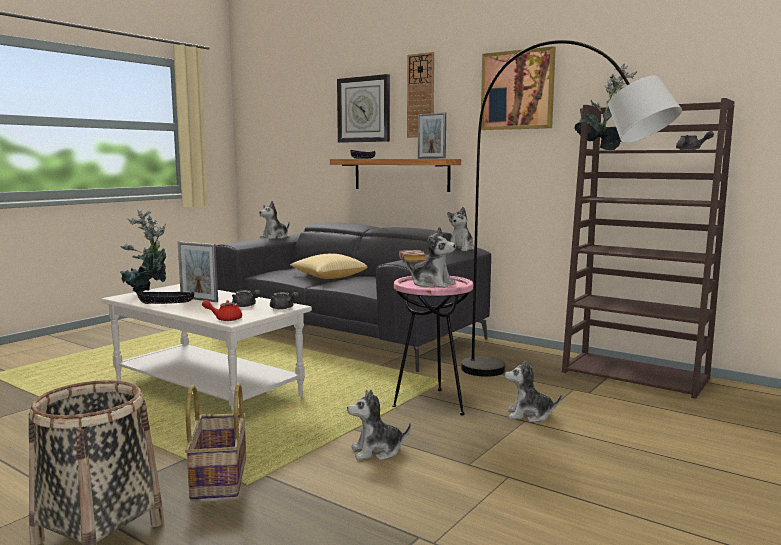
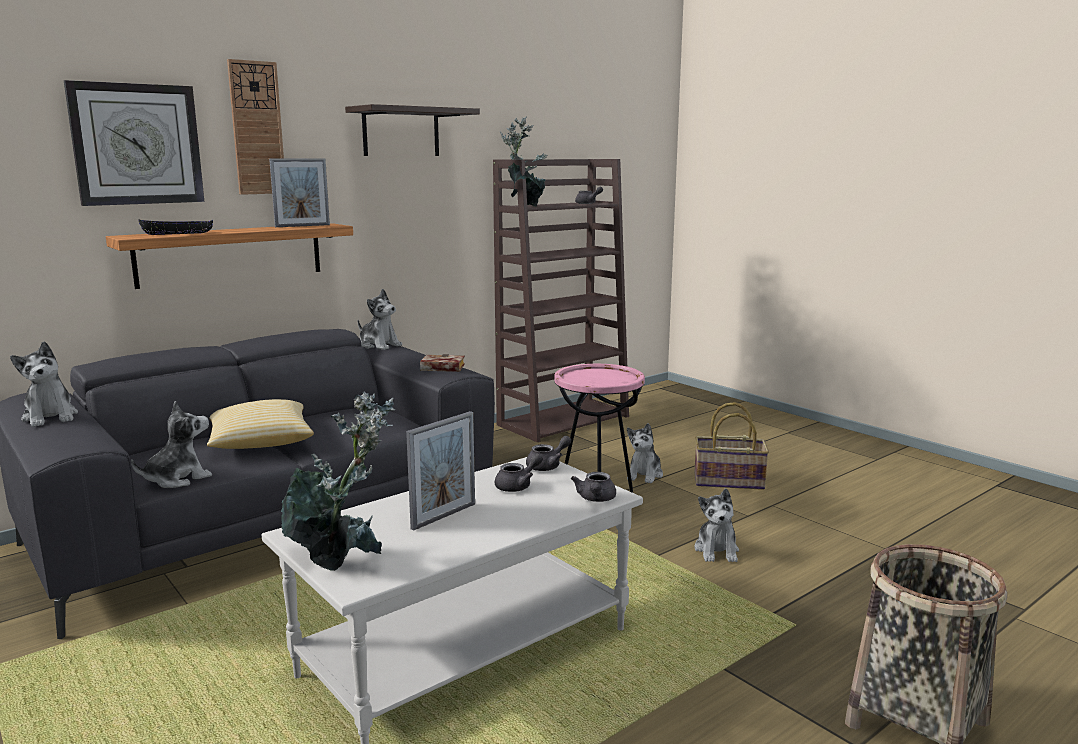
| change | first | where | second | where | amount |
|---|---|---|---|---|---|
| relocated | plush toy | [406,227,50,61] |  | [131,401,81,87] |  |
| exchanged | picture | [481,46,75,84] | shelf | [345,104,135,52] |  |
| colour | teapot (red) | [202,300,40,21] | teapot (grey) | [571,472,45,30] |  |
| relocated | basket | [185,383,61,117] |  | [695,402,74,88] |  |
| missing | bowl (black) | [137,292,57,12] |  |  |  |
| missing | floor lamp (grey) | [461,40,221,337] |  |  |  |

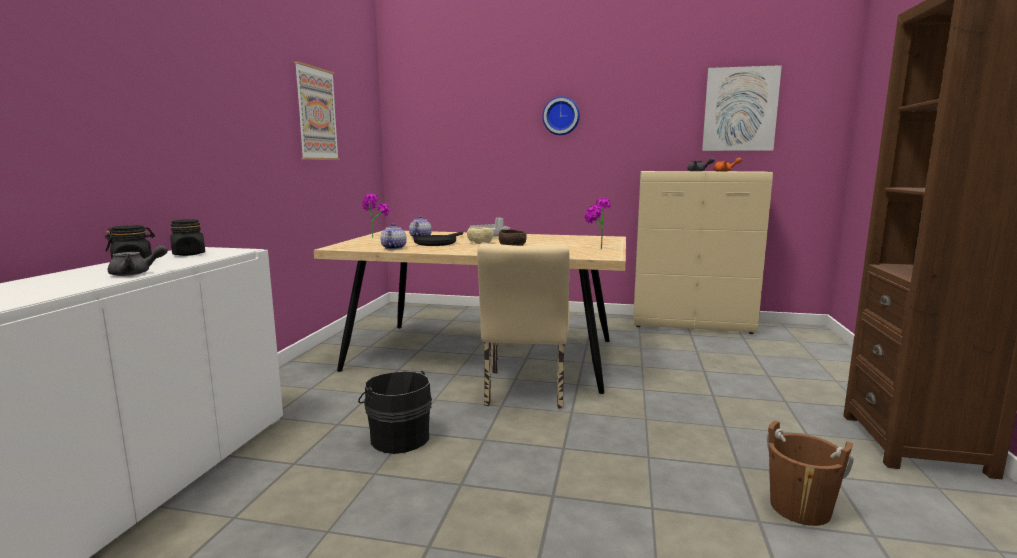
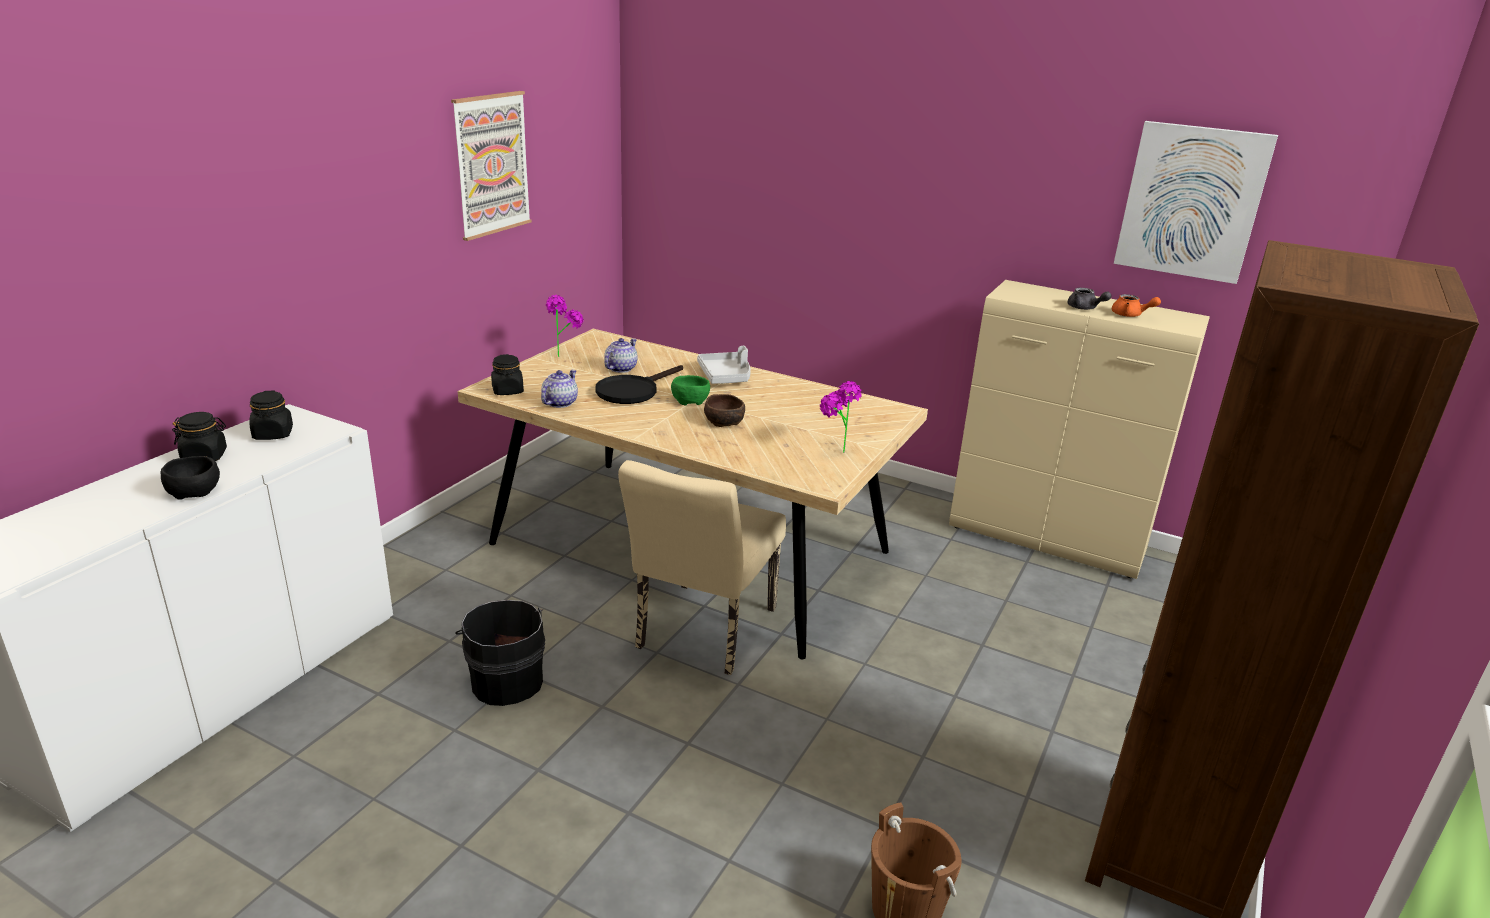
| change | first | where | second | where | amount |
|---|---|---|---|---|---|
| exchanged | teapot (grey) | [108,245,60,31] | bowl (black) | [160,456,60,43] |  |
| appeared |  |  | jar (black) | [491,354,33,41] |  |
| colour | bowl (beige) | [467,228,27,16] | bowl (green) | [671,375,39,31] |  |
| missing | wall clock | [542,97,38,38] |  |  |  |

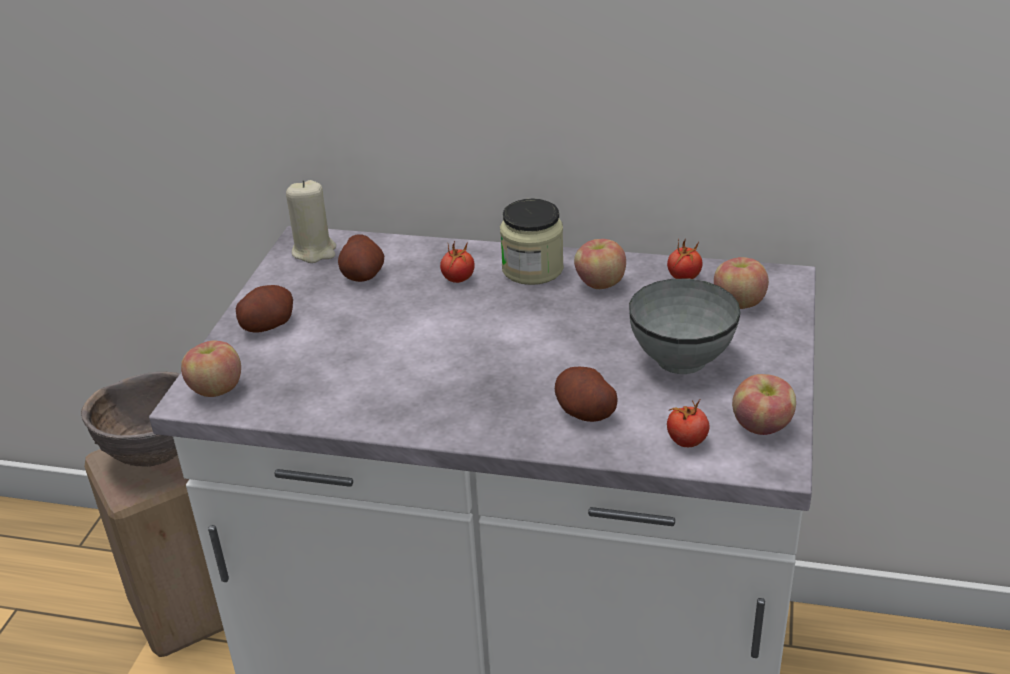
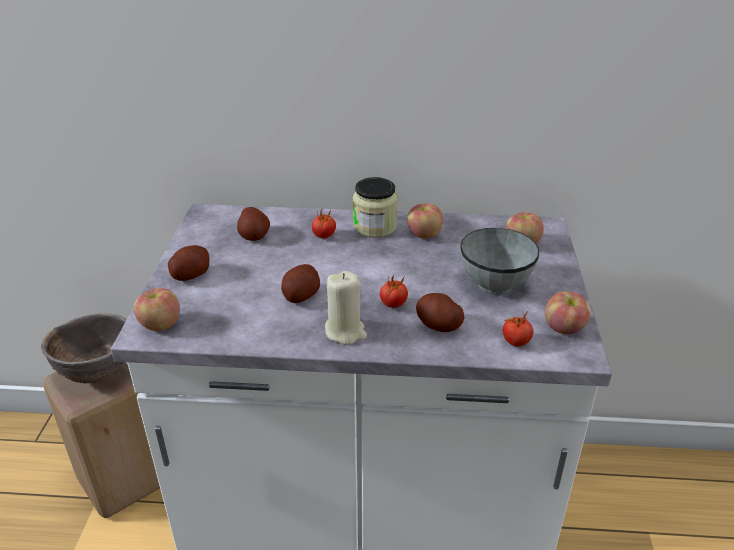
| change | first | where | second | where | amount |
|---|---|---|---|---|---|
| appeared |  |  | potato | [281,264,39,39] |  |
| relocated | candle (beige) | [286,180,50,83] |  | [325,271,42,74] |  |
| relocated | tomato | [667,239,36,40] |  | [380,274,28,34] |  |

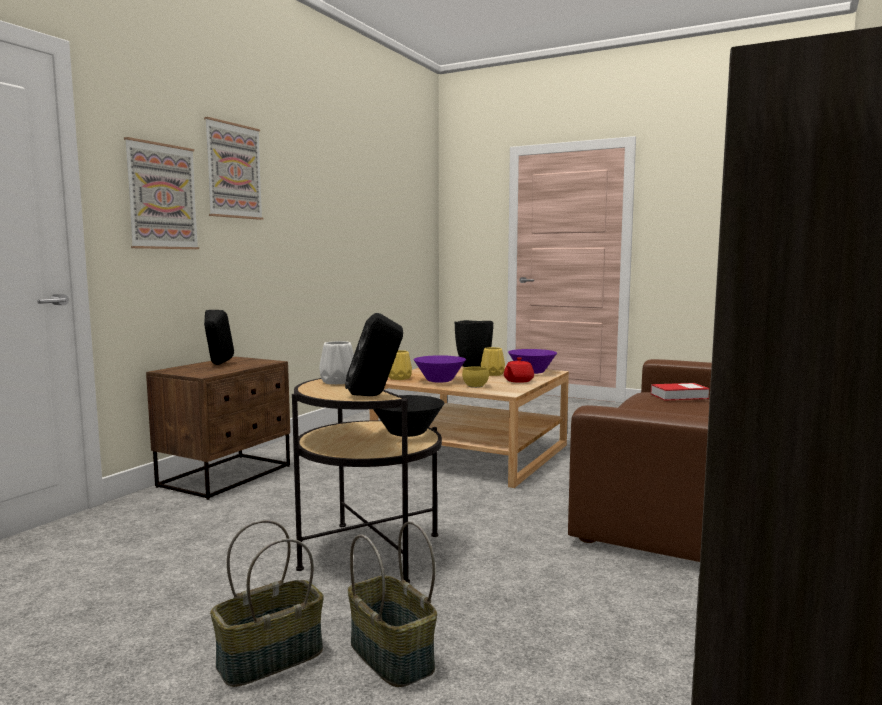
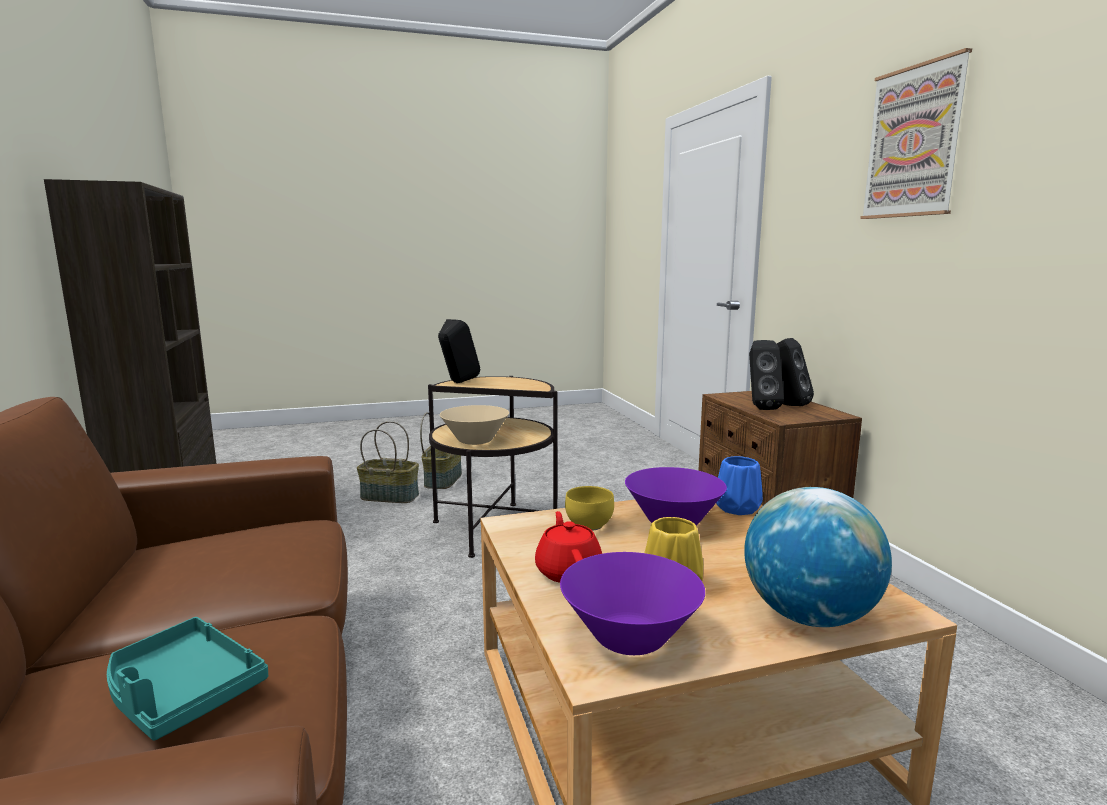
| change | first | where | second | where | amount |
|---|---|---|---|---|---|
| exchanged | book | [651,383,59,18] | tray (turquoise) | [107,617,161,123] |  |
| colour | bowl (black) | [373,395,71,42] | bowl (beige) | [440,405,69,40] |  |
| colour | vase (yellow) | [388,350,24,30] | vase (blue) | [716,456,47,59] |  |
| exchanged | vase (black) | [455,320,38,47] | globe | [744,487,148,140] |  |
| appeared |  |  | speaker (black) | [749,340,35,70] |  |
| missing | picture | [124,137,75,112] |  |  |  |
| missing | vase (white) | [319,341,35,43] |  |  |  |

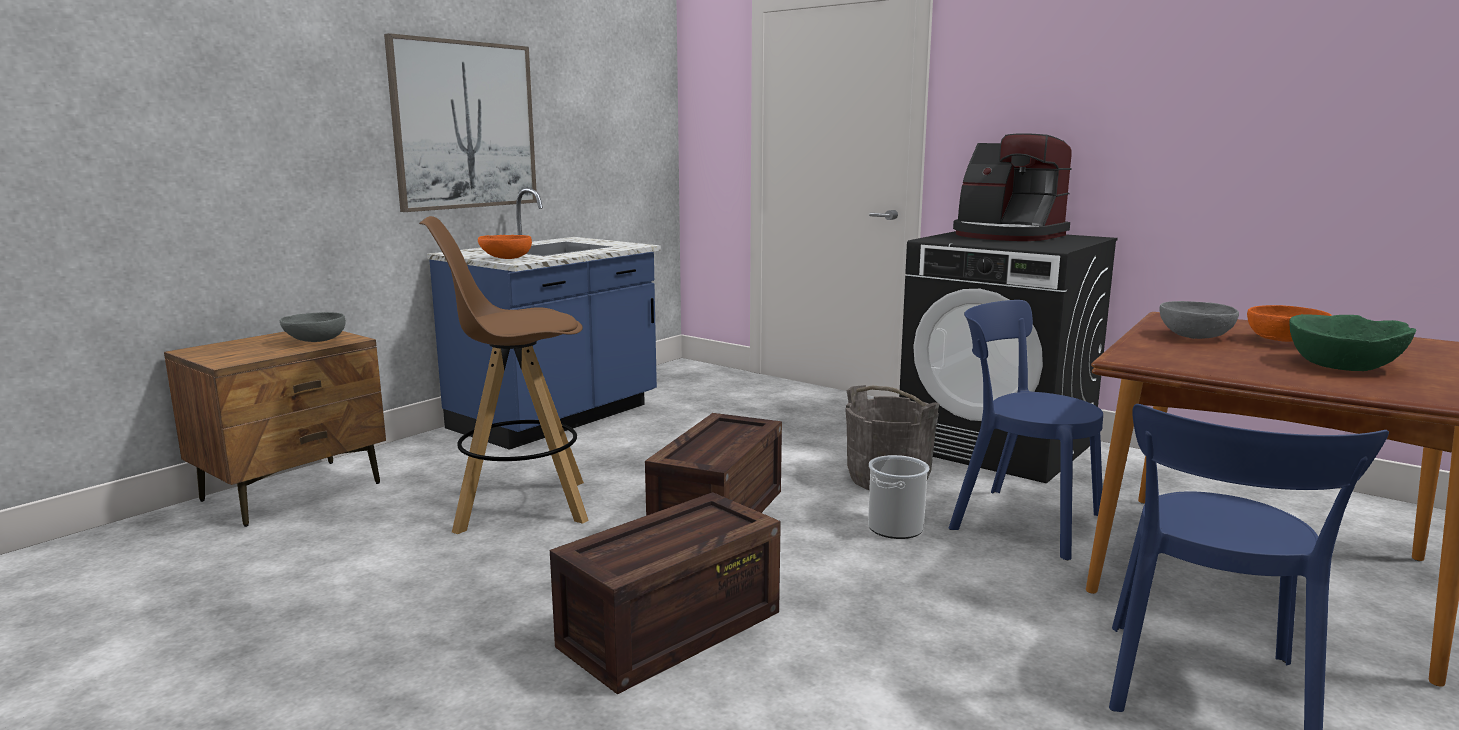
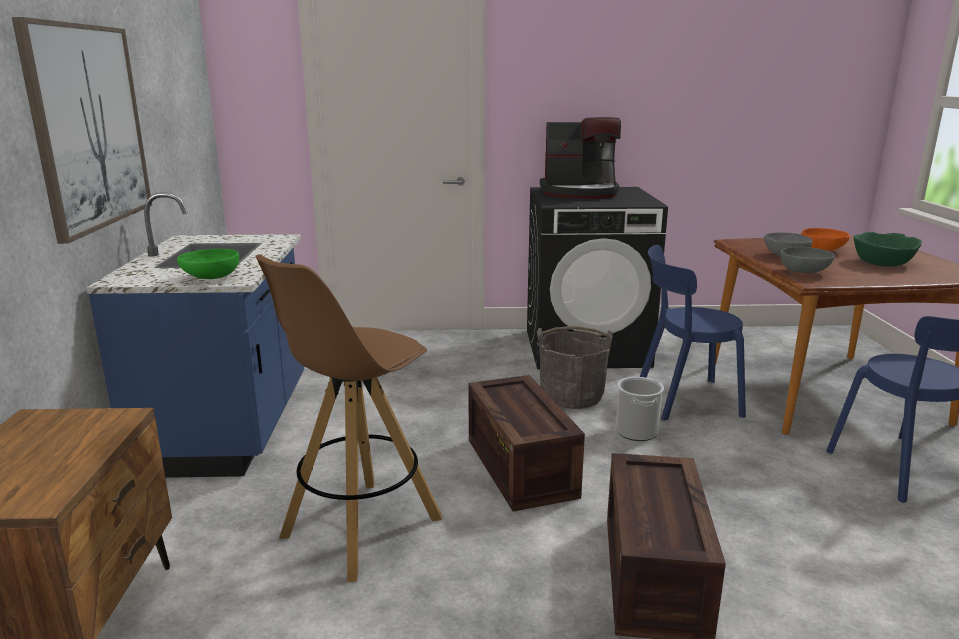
| change | first | where | second | where | amount |
|---|---|---|---|---|---|
| colour | bowl (orange) | [478,235,54,24] | bowl (green) | [177,249,62,30] |  |
| relocated | bowl (grey) | [280,312,66,30] |  | [780,247,55,26] |  |

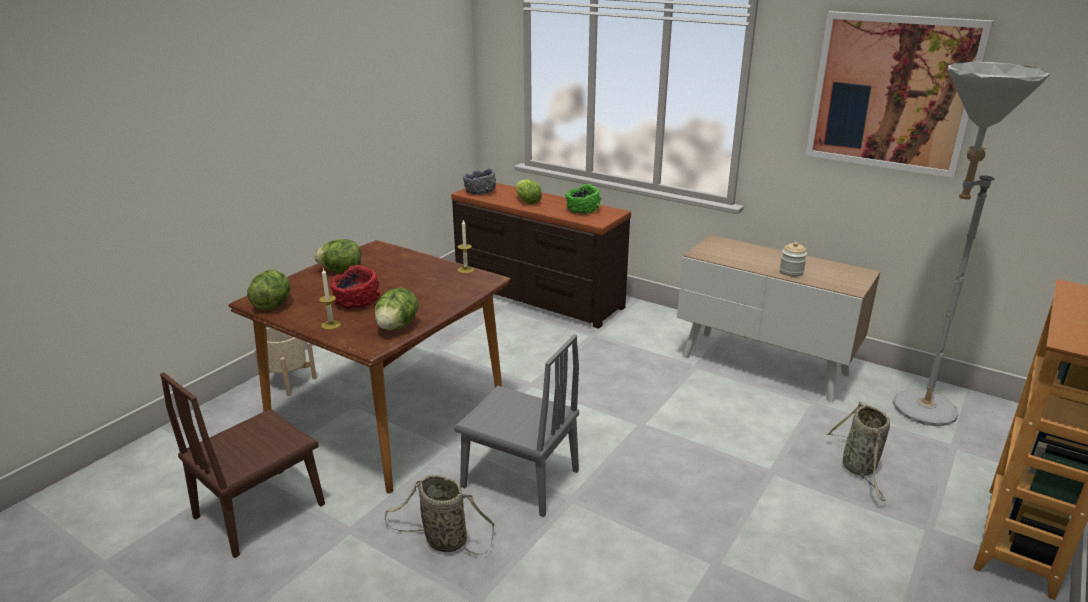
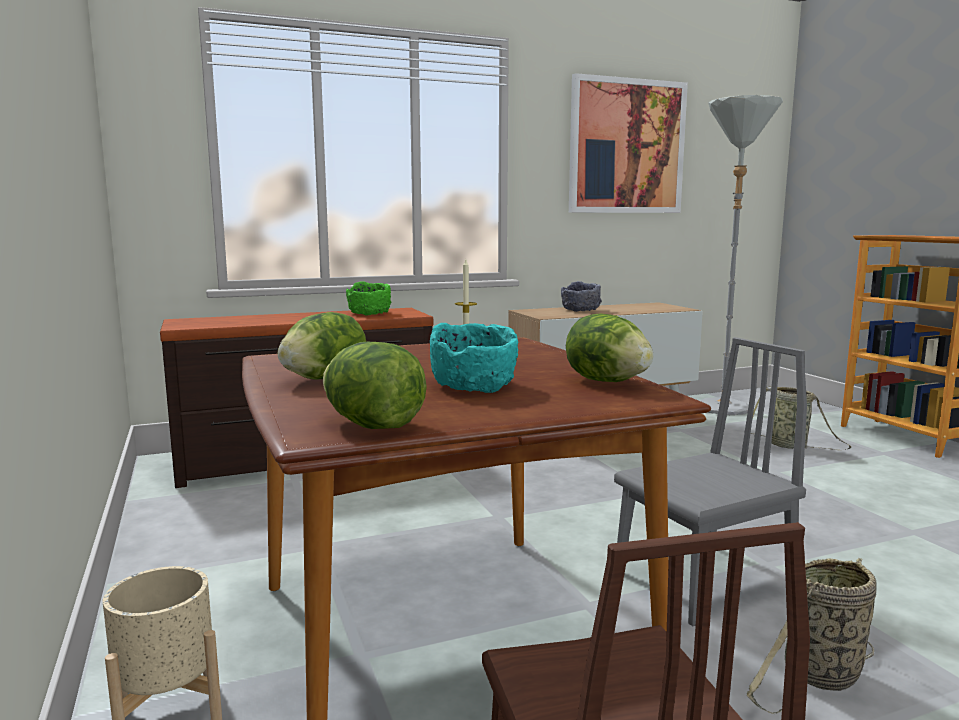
| change | first | where | second | where | amount |
|---|---|---|---|---|---|
| colour | bowl (red) | [330,265,50,45] | bowl (turquoise) | [430,323,88,70] |  |
| relocated | bowl (grey) | [463,168,33,27] |  | [561,281,41,31] |  |
| missing | candle | [319,269,22,61] |  |  |  |
| missing | lettuce | [515,179,27,25] |  |  |  |
| missing | jar | [779,242,28,35] |  |  |  |

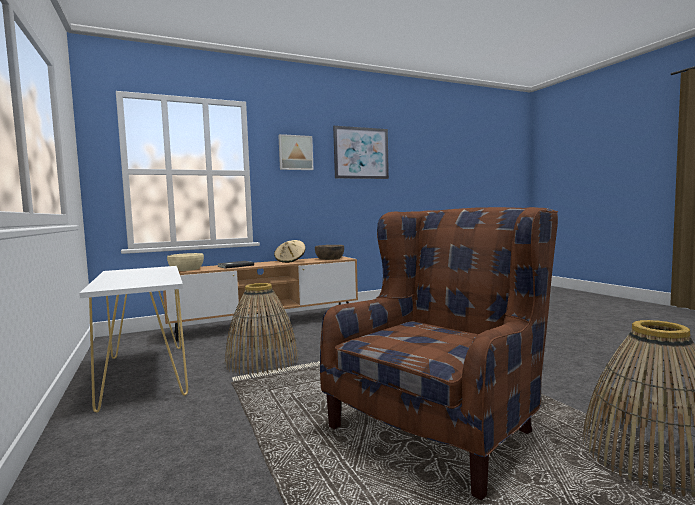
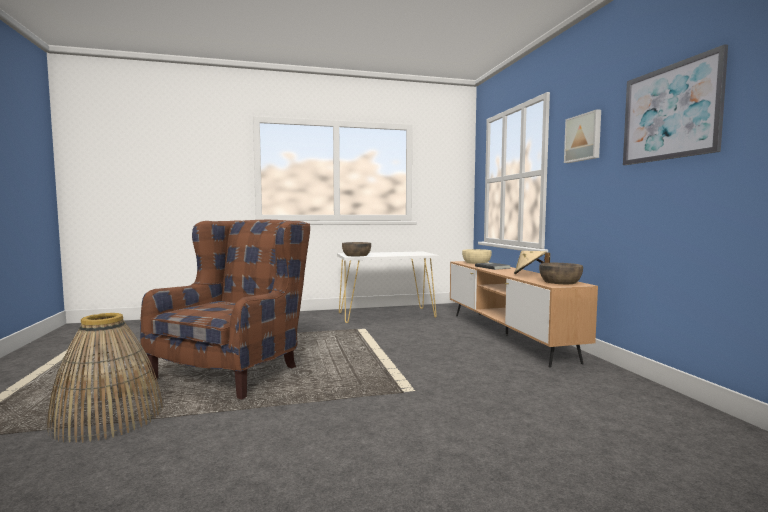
| change | first | where | second | where | amount |
|---|---|---|---|---|---|
| spun | armchair (brown) | [320,207,238,294] |  | [140,220,170,179] | 120 degrees counterclockwise |
| appeared |  |  | bowl (brown) | [342,242,29,14] |  |
| missing | basket | [225,283,74,91] |  |  |  |

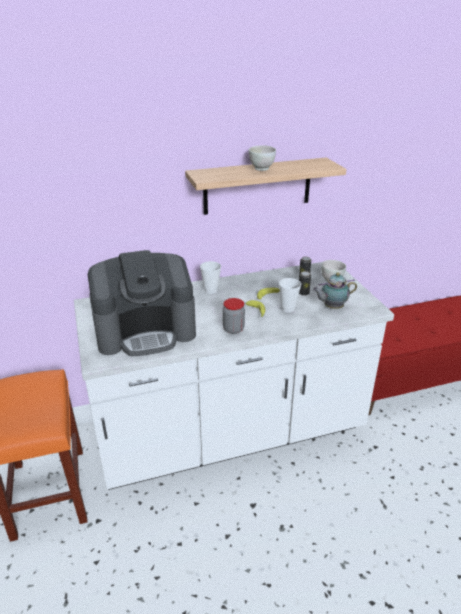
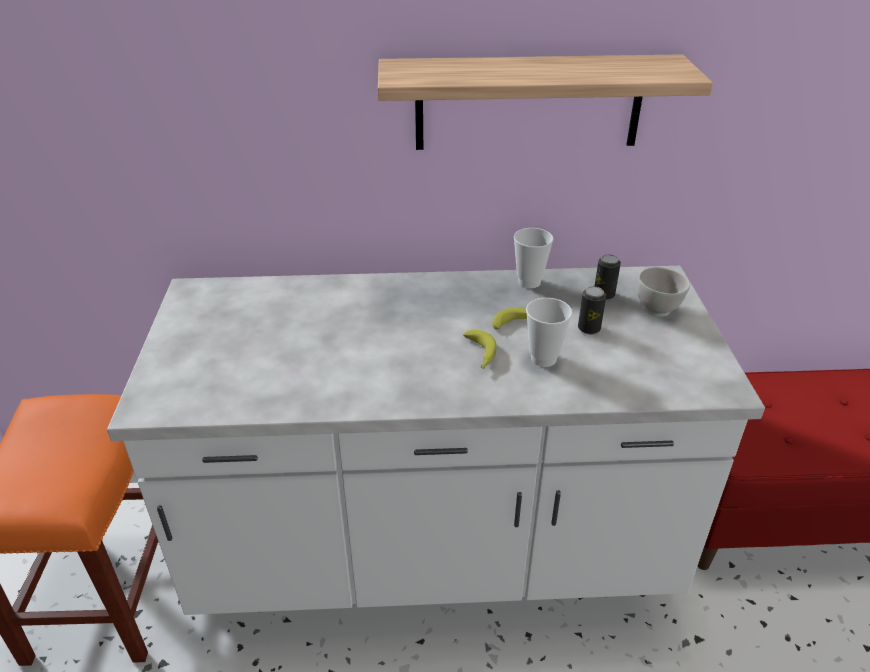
| change | first | where | second | where | amount |
|---|---|---|---|---|---|
| relocated | cup | [200,261,21,33] |  | [514,228,40,60] |  |
| missing | coffee machine | [88,250,108,106] |  |  |  |
| missing | jar | [223,298,22,36] |  |  |  |
| missing | bowl (white) | [249,145,27,26] |  |  |  |
| missing | teapot | [313,272,44,37] |  |  |  |

